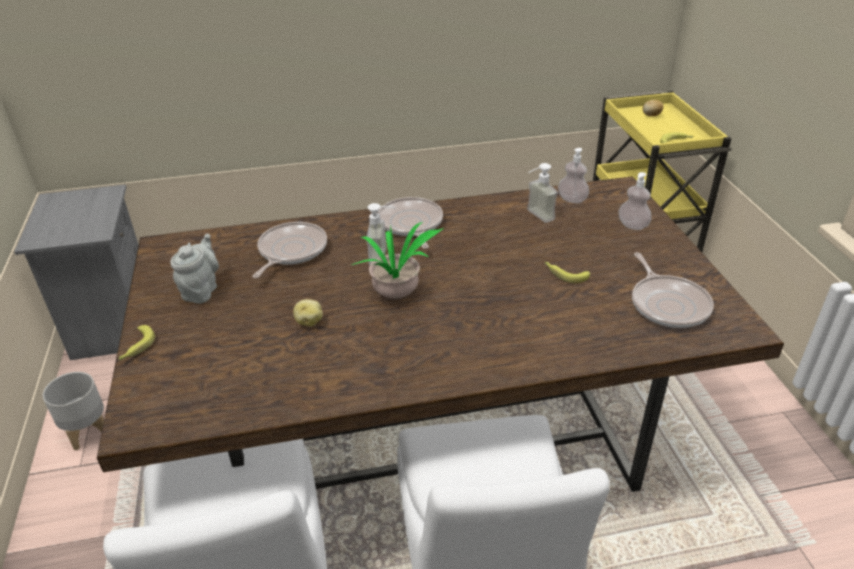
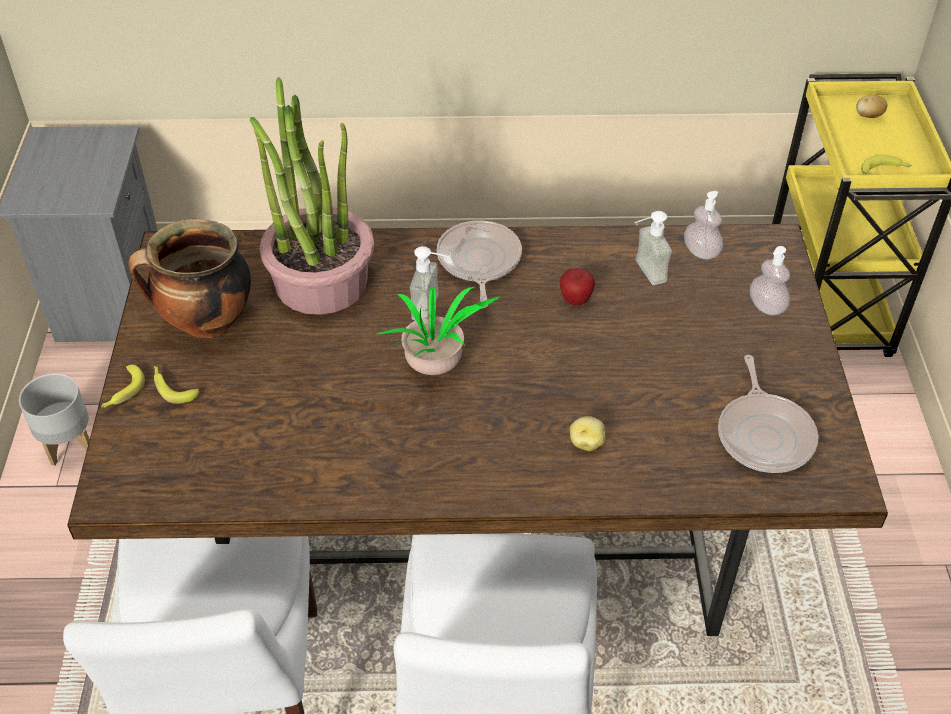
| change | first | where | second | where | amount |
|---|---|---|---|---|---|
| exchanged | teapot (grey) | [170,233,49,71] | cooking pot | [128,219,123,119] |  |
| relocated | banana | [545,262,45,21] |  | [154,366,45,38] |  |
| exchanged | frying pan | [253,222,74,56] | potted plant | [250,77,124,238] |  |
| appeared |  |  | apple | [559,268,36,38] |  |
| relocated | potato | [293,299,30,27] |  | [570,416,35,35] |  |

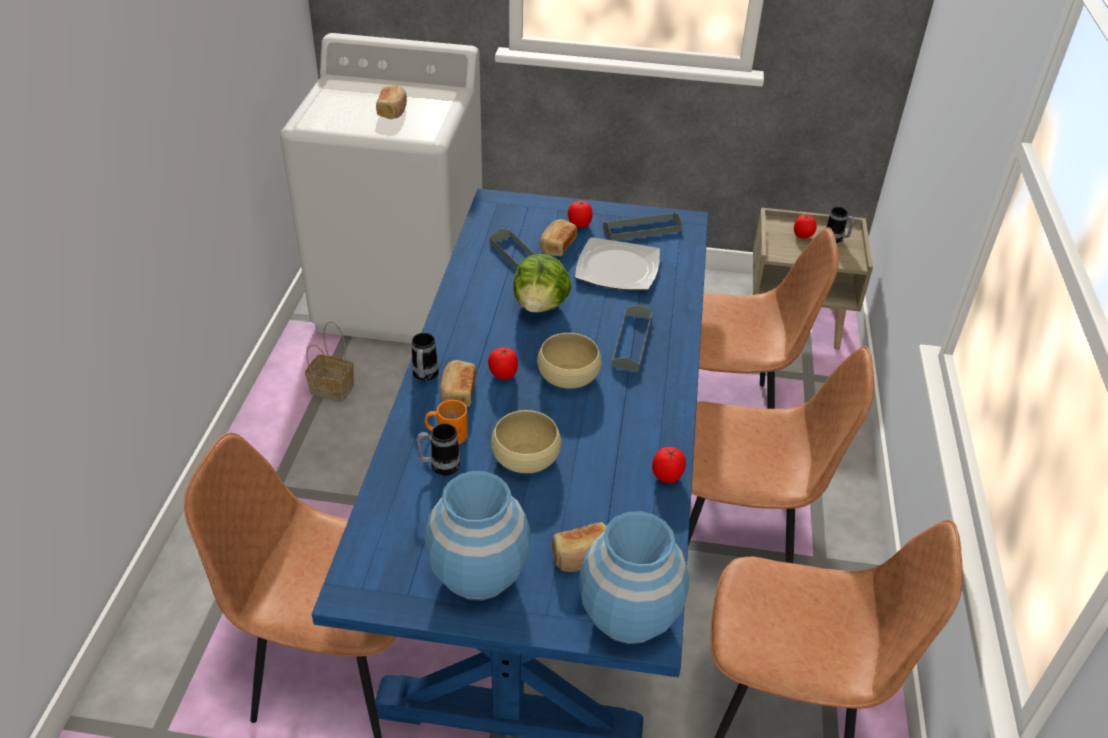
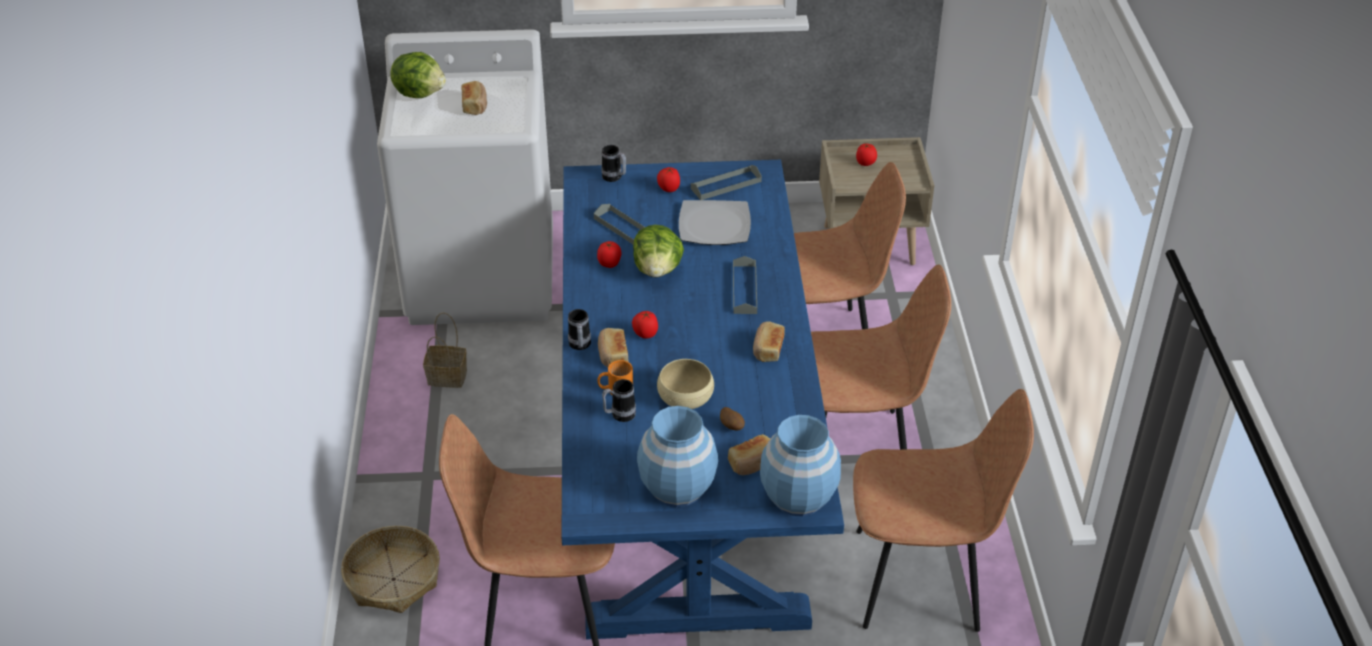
| change | first | where | second | where | amount |
|---|---|---|---|---|---|
| appeared |  |  | basket | [341,526,99,87] |  |
| appeared |  |  | lettuce | [390,52,56,46] |  |
| relocated | tomato | [652,447,34,36] |  | [597,241,24,27] |  |
| relocated | mug | [826,207,28,36] |  | [601,145,25,37] |  |
| appeared |  |  | potato | [720,407,25,23] |  |
| relocated | bread | [540,219,37,37] |  | [753,321,32,41] |  |
| missing | bowl (beige) | [537,333,64,56] |  |  |  |

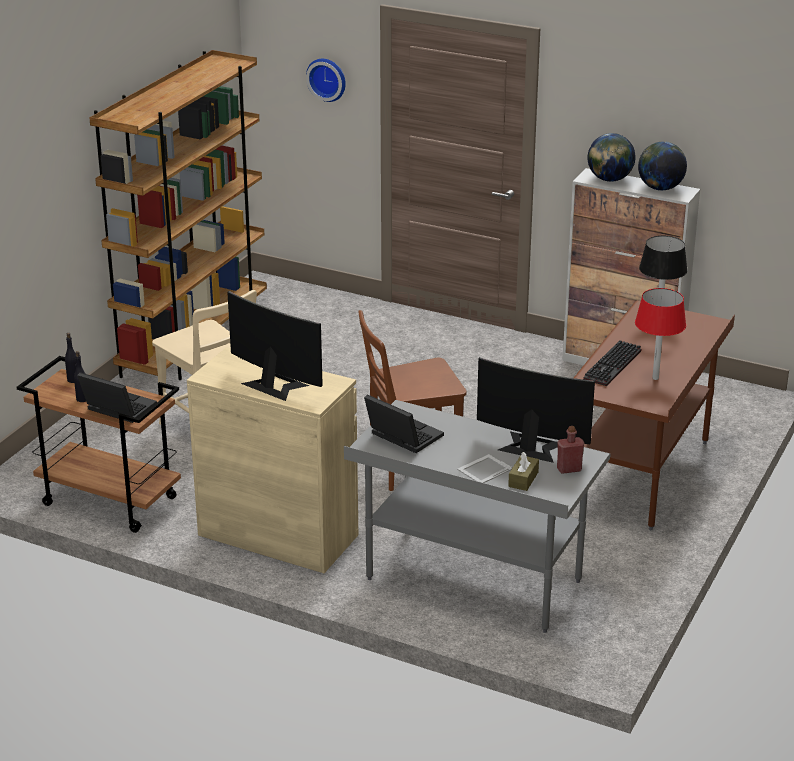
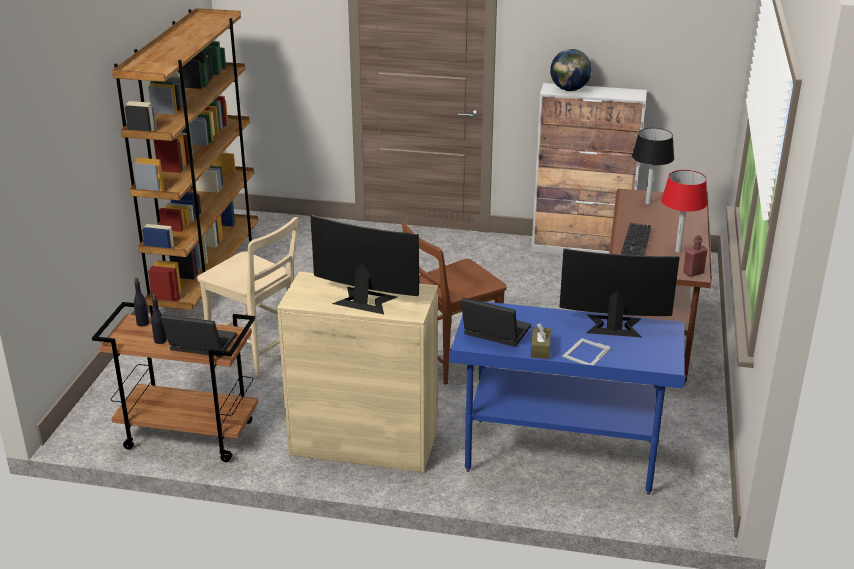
| change | first | where | second | where | amount |
|---|---|---|---|---|---|
| colour | desk (grey) | [344,400,267,233] | desk (blue) | [449,301,236,194] |  |
| relocated | tissue box (brown) | [508,452,31,39] |  | [531,323,20,36] |  |
| relocated | bottle (red) | [557,426,27,48] |  | [683,235,25,42] |  |
| missing | wall clock | [306,59,40,43] |  |  |  |
| missing | globe | [638,142,49,49] |  |  |  |

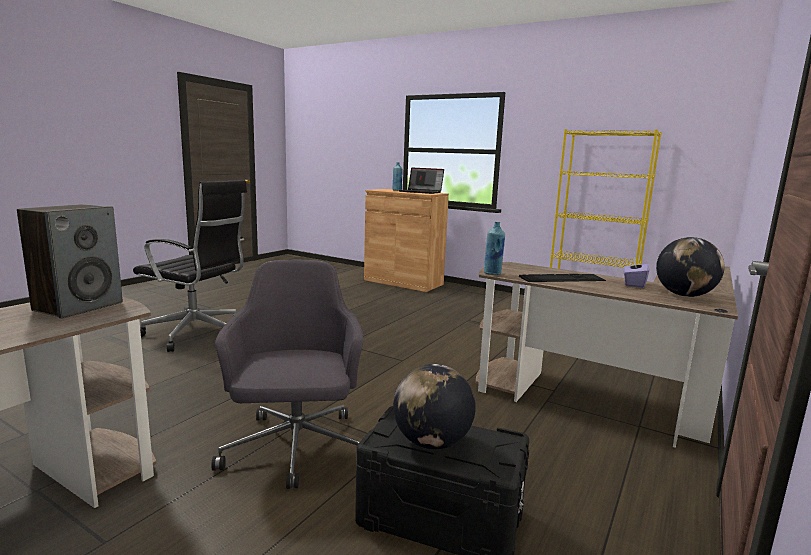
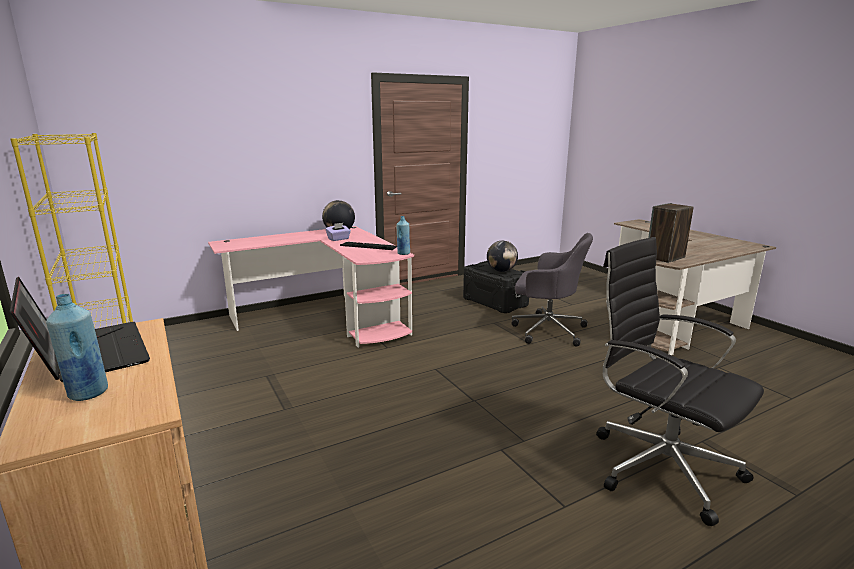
| change | first | where | second | where | amount |
|---|---|---|---|---|---|
| colour | desk (brown) | [476,262,262,186] | desk (pink) | [208,226,206,122] |  |
| spun | office chair (grey) | [211,260,153,229] |  | [512,233,81,114] | 90 degrees counterclockwise |

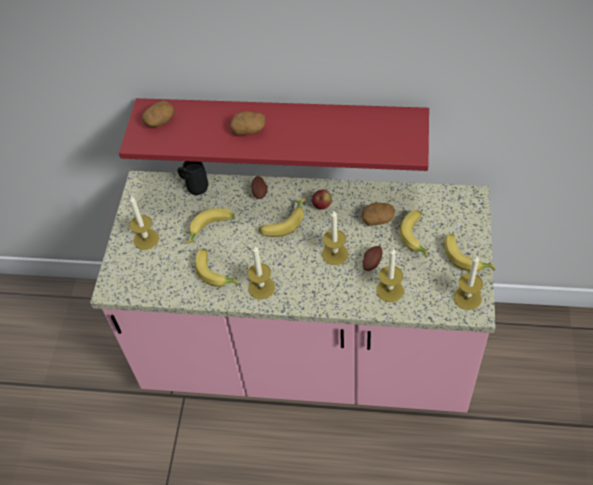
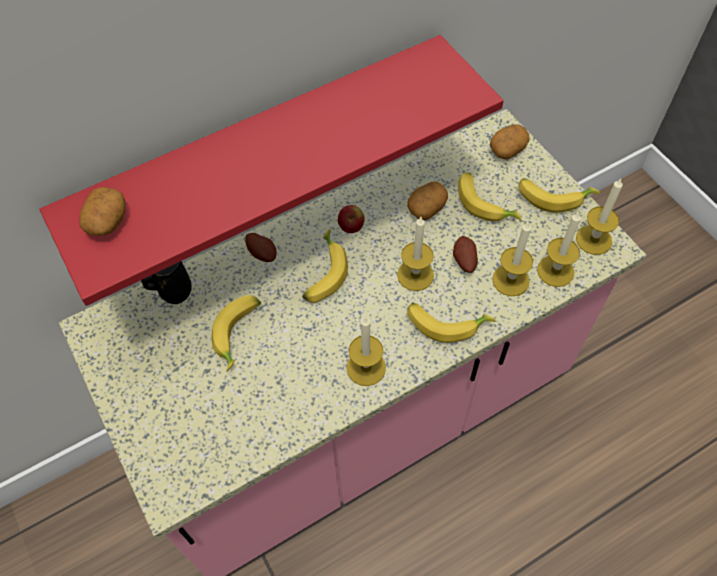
| change | first | where | second | where | amount |
|---|---|---|---|---|---|
| relocated | banana | [195,249,43,38] |  | [407,302,88,41] |  |
| relocated | potato | [230,111,36,24] |  | [490,124,40,36] |  |
| relocated | candle | [129,195,30,55] |  | [537,211,44,76] |  |

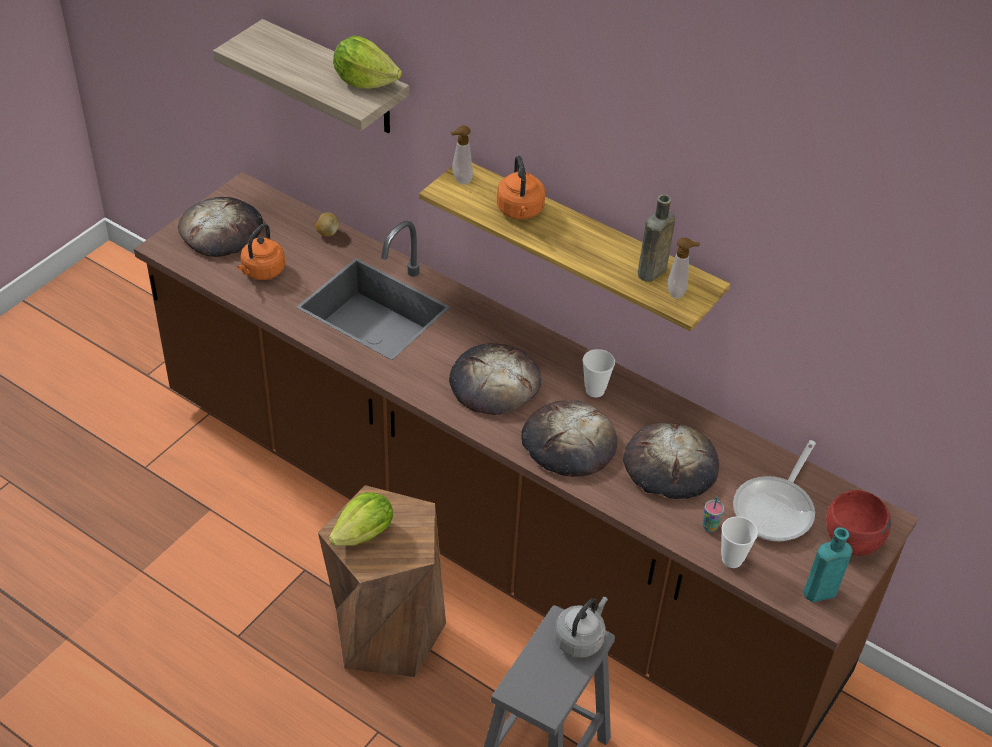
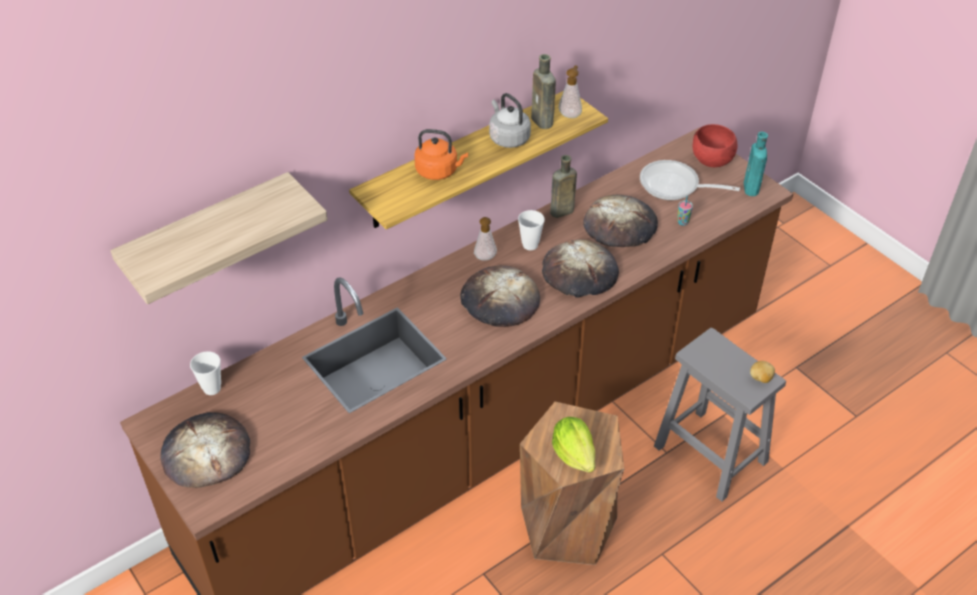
| change | first | where | second | where | amount |
|---|---|---|---|---|---|
| relocated | cup | [721,516,37,52] |  | [190,351,31,44] |  |
| relocated | soap dispenser | [450,126,23,59] |  | [474,217,23,43] |  |
| relocated | kettle (grey) | [554,597,54,61] |  | [489,93,42,55] |  |
| appeared |  |  | bottle (brown) | [550,155,27,63] |  |
| spun | frying pan | [733,440,83,101] |  | [640,160,100,40] | 150 degrees clockwise |
| relocated | potato | [316,212,24,24] |  | [750,361,25,22] |  |
| missing | kettle (orange) | [237,224,48,56] |  |  |  |
| missing | lettuce | [333,36,69,53] |  |  |  |

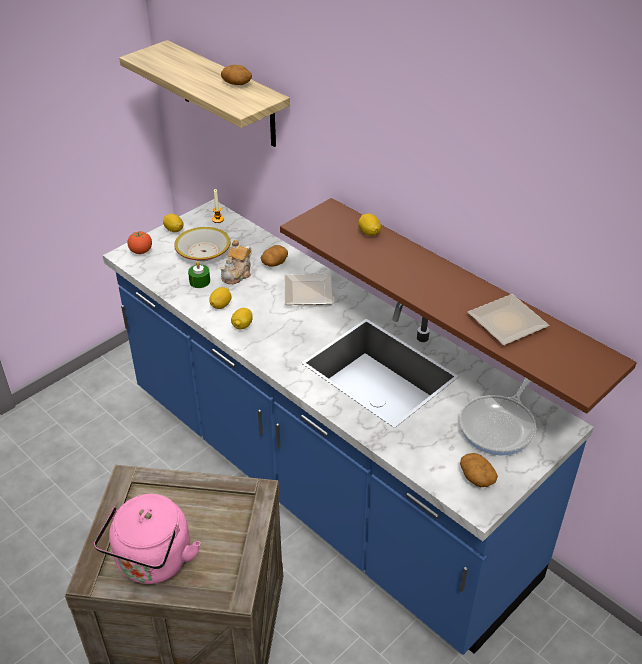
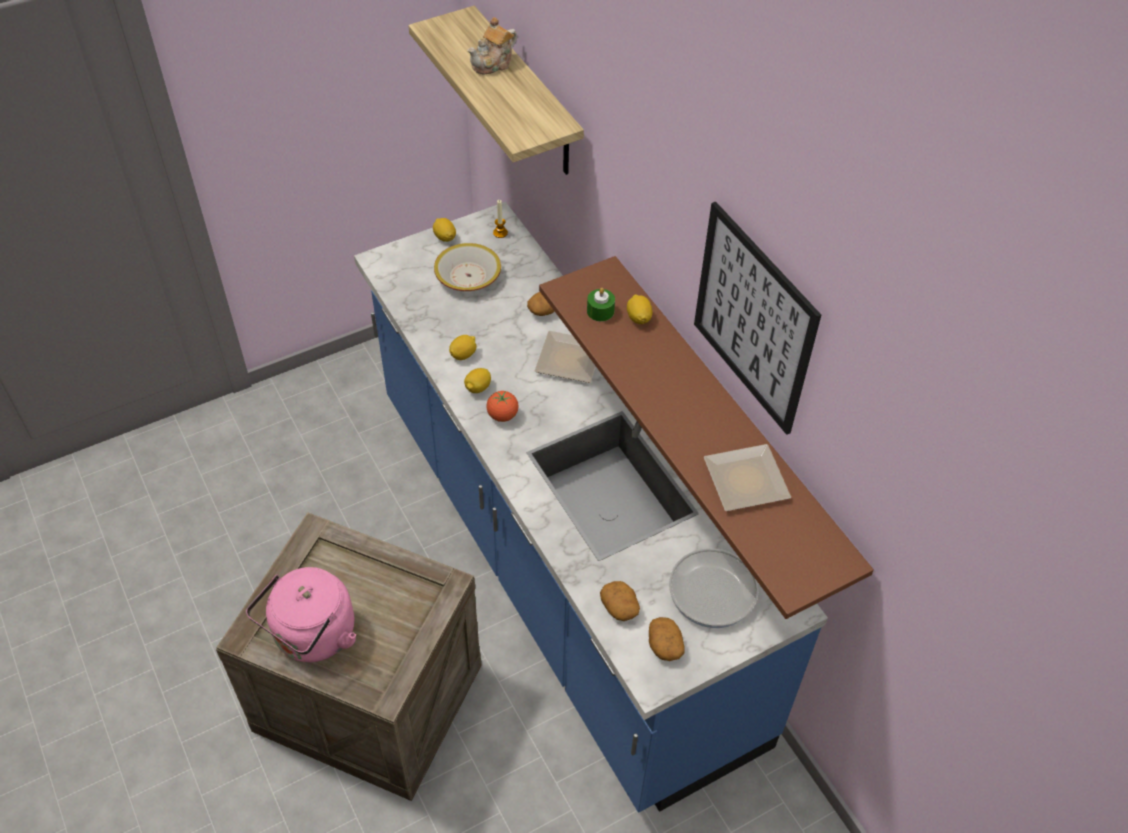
| change | first | where | second | where | amount |
|---|---|---|---|---|---|
| relocated | teapot | [220,240,32,44] |  | [468,17,49,57] |  |
| relocated | tomato | [127,231,25,23] |  | [486,391,32,31] |  |
| relocated | candle (green) | [188,261,22,27] |  | [587,288,28,33] |  |
| relocated | potato | [221,65,31,20] |  | [600,581,40,40] |  |
| appeared |  |  | picture | [694,201,127,234] |  |

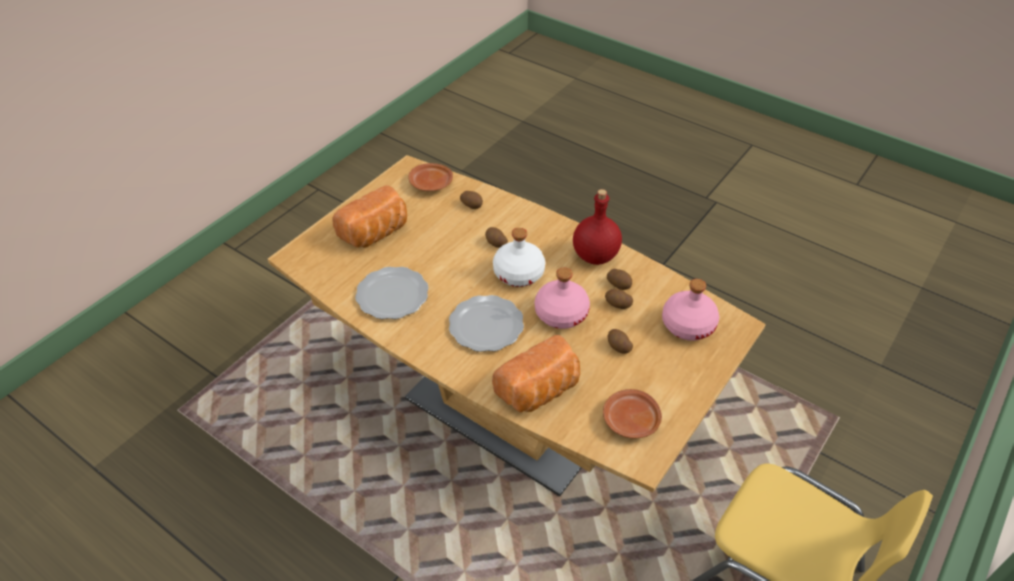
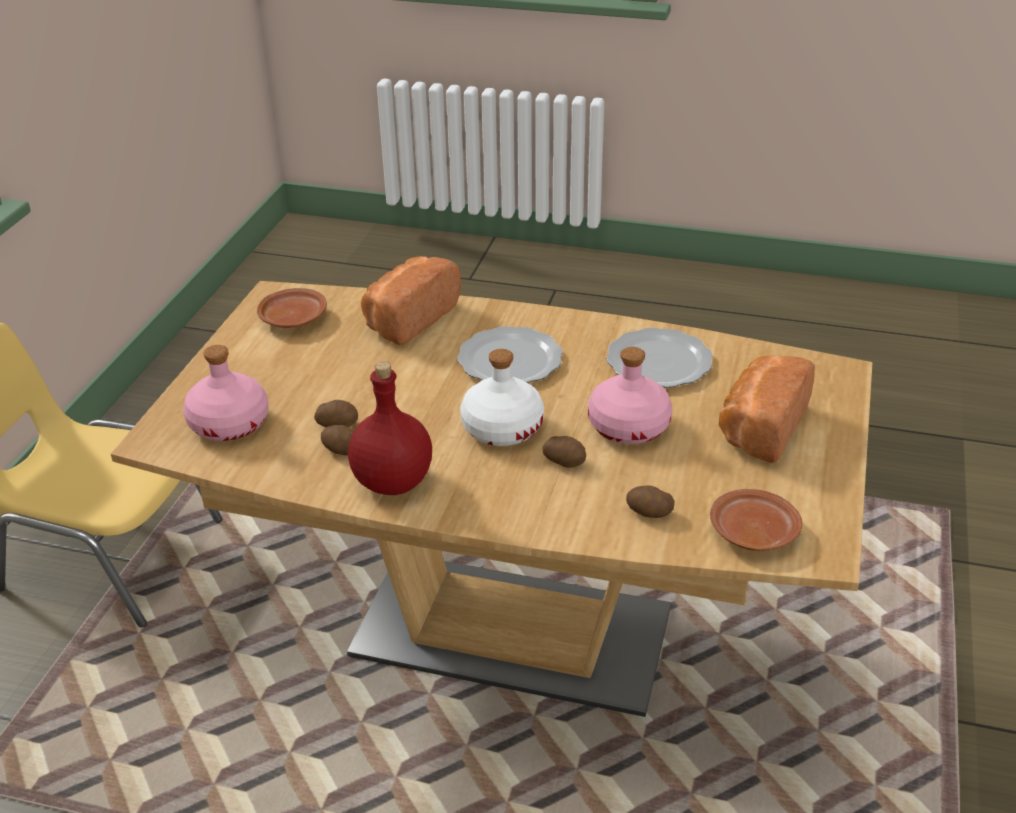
| change | first | where | second | where | amount |
|---|---|---|---|---|---|
| relocated | bottle (pink) | [535,268,55,61] |  | [588,347,84,97] |  |
| missing | potato | [607,329,26,25] |  |  |  |

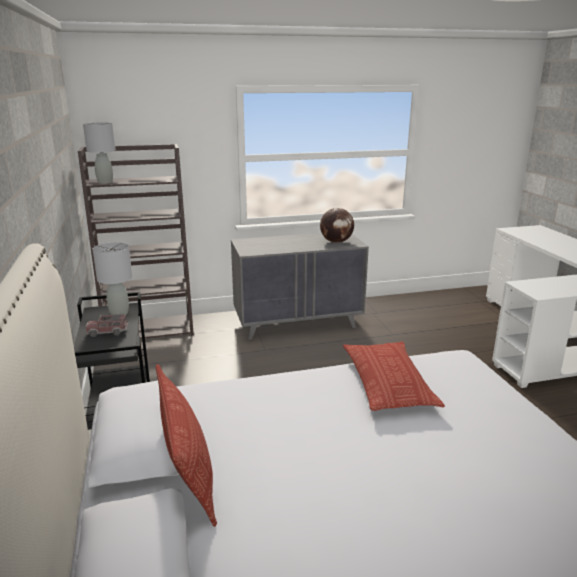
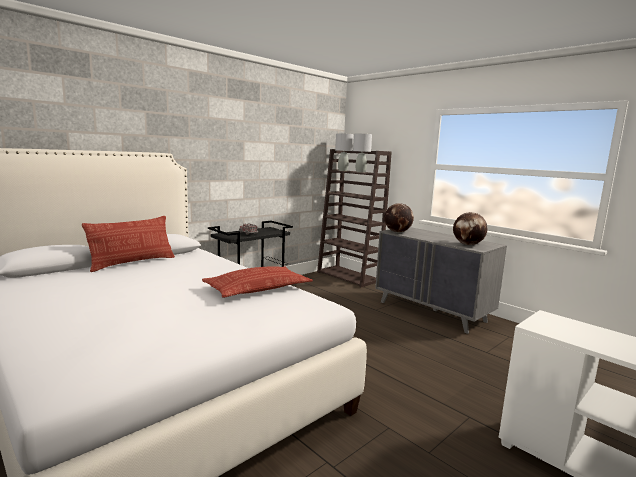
| change | first | where | second | where | amount |
|---|---|---|---|---|---|
| relocated | table lamp (grey) | [92,242,40,73] |  | [353,134,19,39] |  |
| appeared |  |  | globe | [384,203,30,29] |  |

